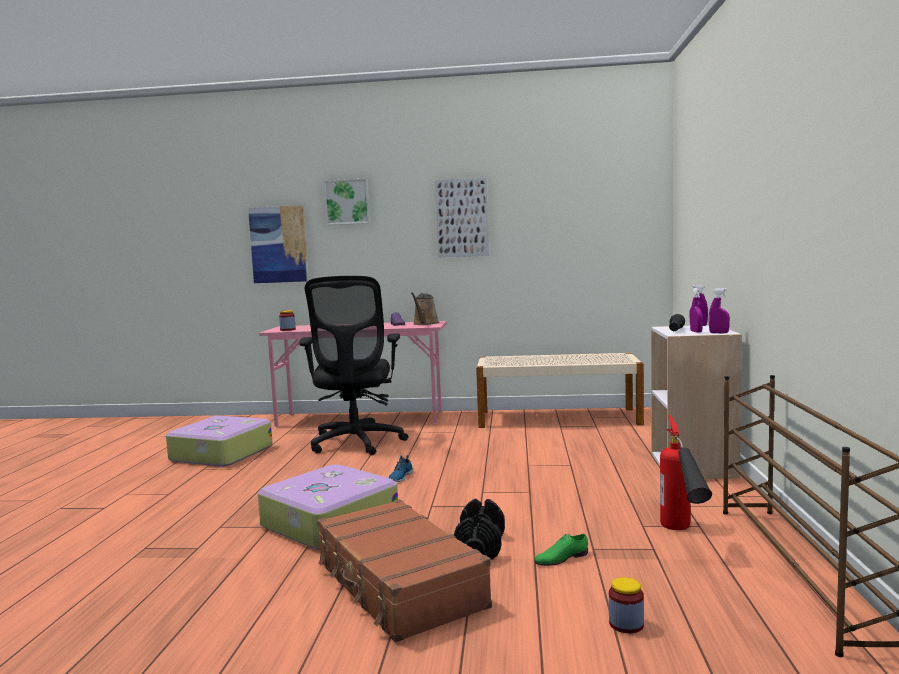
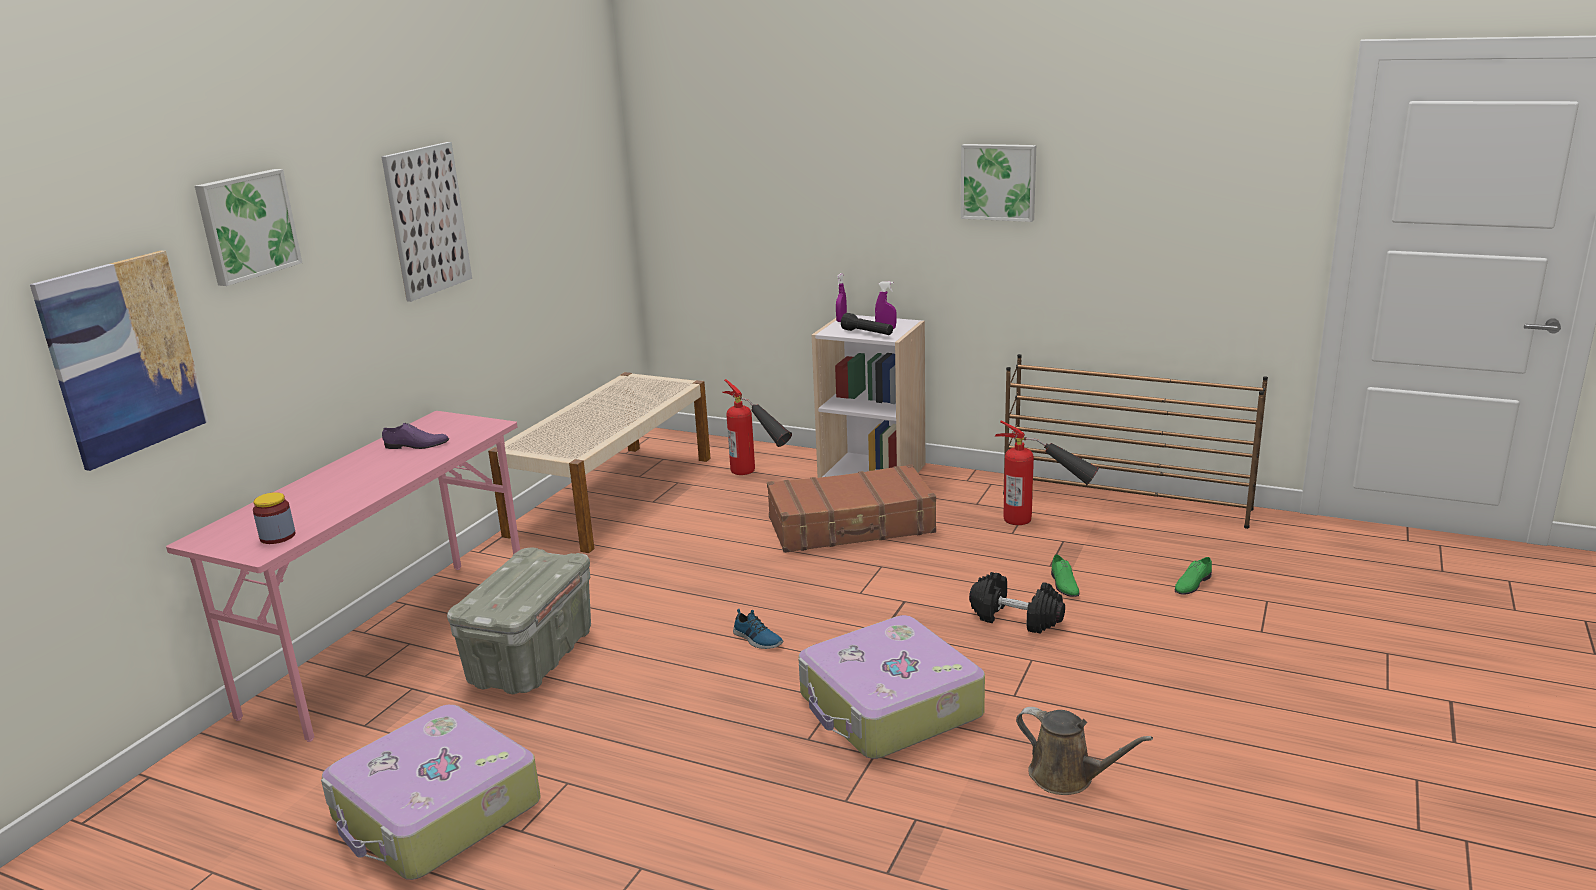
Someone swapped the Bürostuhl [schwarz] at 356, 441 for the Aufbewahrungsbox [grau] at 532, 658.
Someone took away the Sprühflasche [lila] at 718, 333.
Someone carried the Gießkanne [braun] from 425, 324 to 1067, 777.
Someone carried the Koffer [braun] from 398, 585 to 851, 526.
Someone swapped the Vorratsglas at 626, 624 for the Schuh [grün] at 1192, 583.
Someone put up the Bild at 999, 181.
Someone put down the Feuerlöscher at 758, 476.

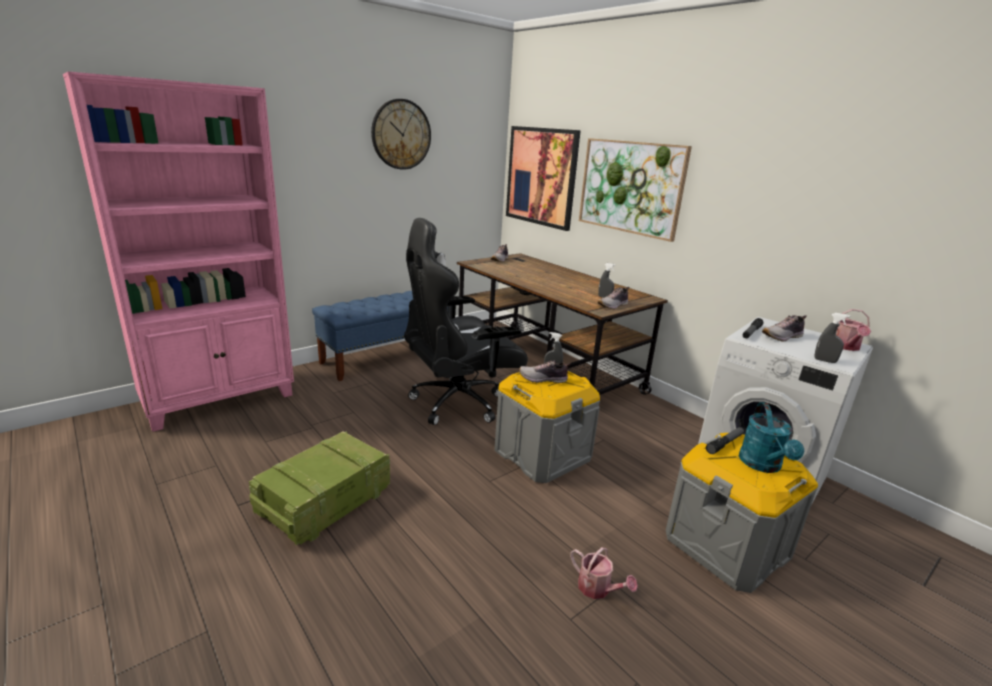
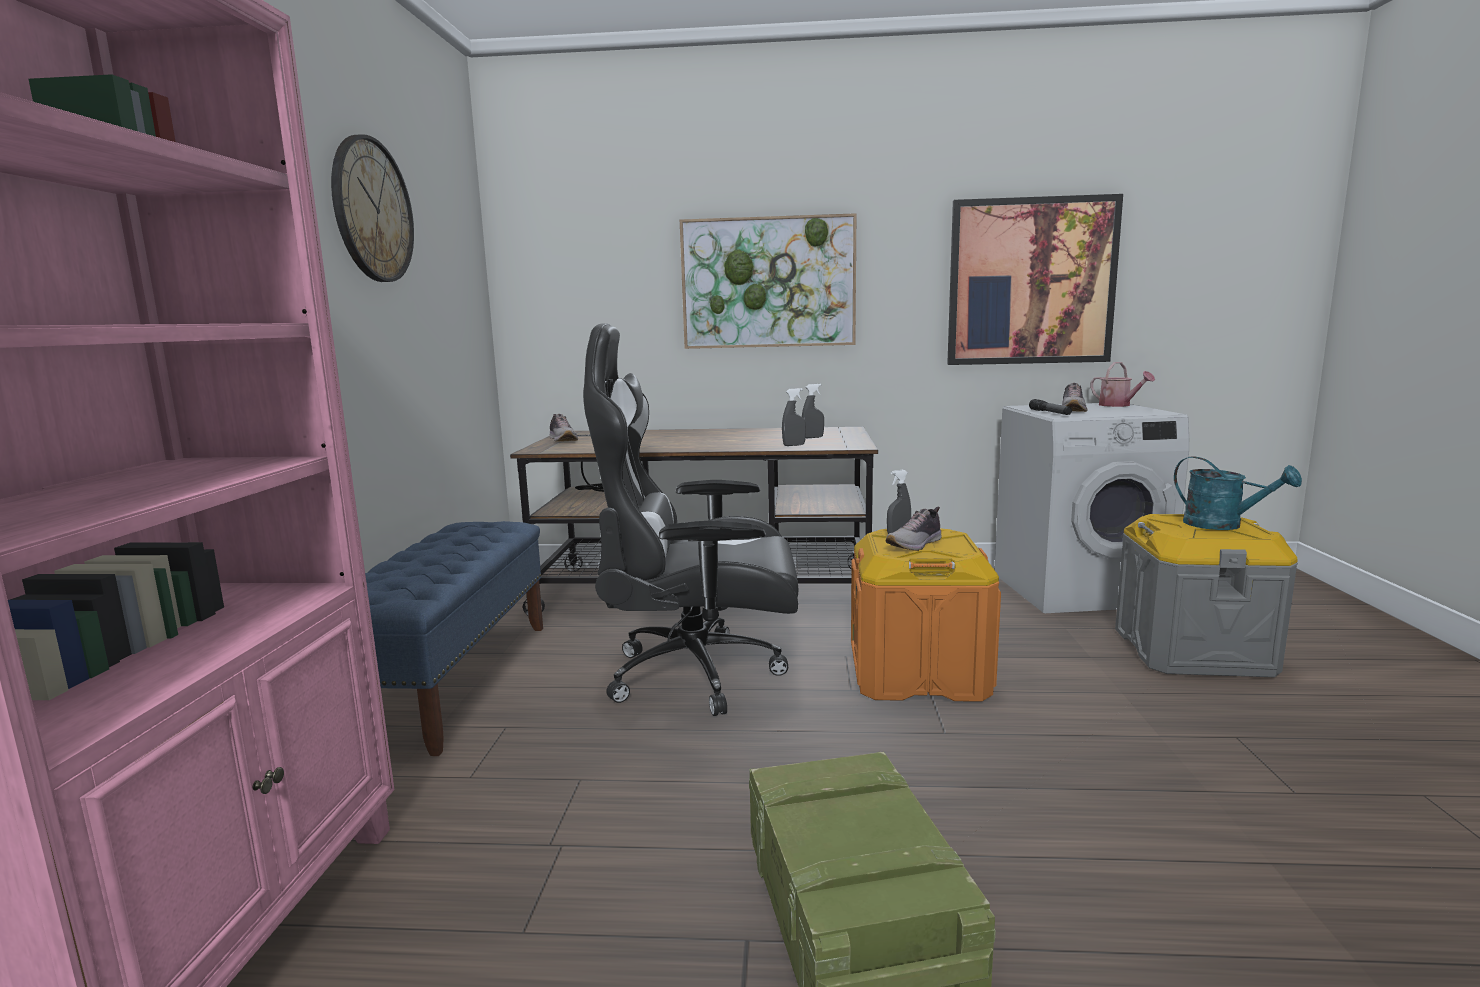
Someone carried the Bild from 541, 177 to 1031, 282.
Someone rotated the Bürostuhl [schwarz] at 462, 402 by 75 degrees clockwise.
Someone took away the Schuh at 613, 305.
Someone carried the Sprühflasche [grau] from 825, 361 to 794, 445.
Someone repainted the Aufbewahrungsbox [grau] at 542, 454, which became the Aufbewahrungsbox [orange] at 918, 673.
Someone took away the Taschenlampe at 725, 443.
Someone took away the Gießkanne at 598, 589.

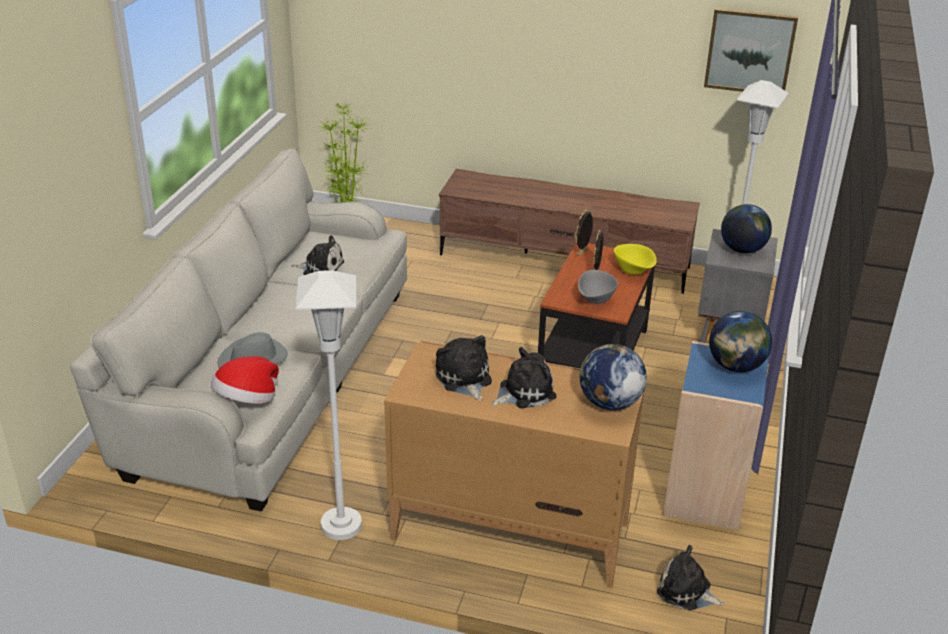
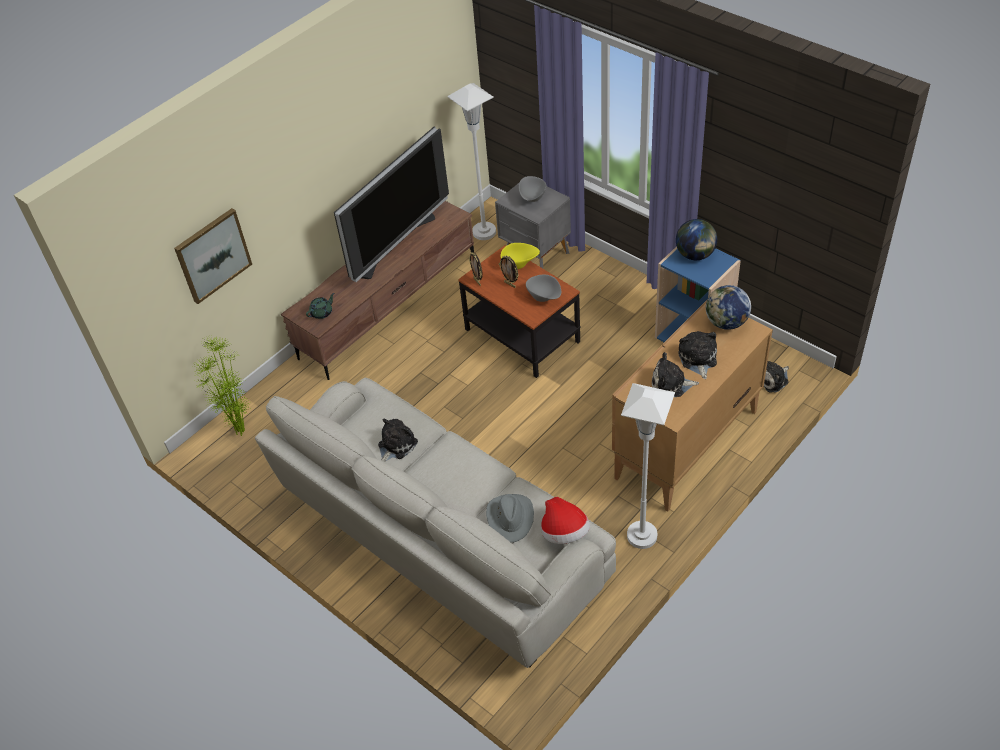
Someone carried the Bild from 750, 51 to 212, 255.
Someone swapped the Globus at 742, 250 for the Schüssel [grau] at 532, 199.
Someone put down the Fernseher at 396, 244.
Someone put down the Teekanne [grün] at 322, 312.

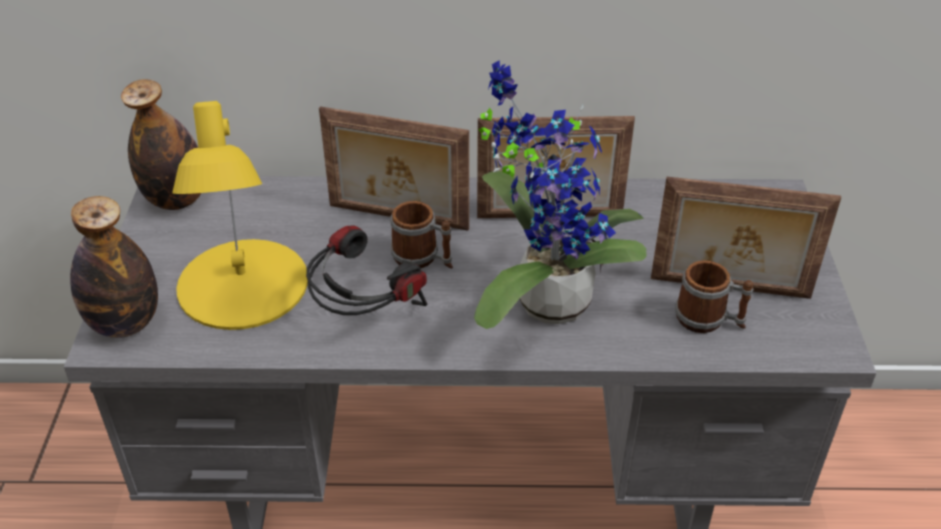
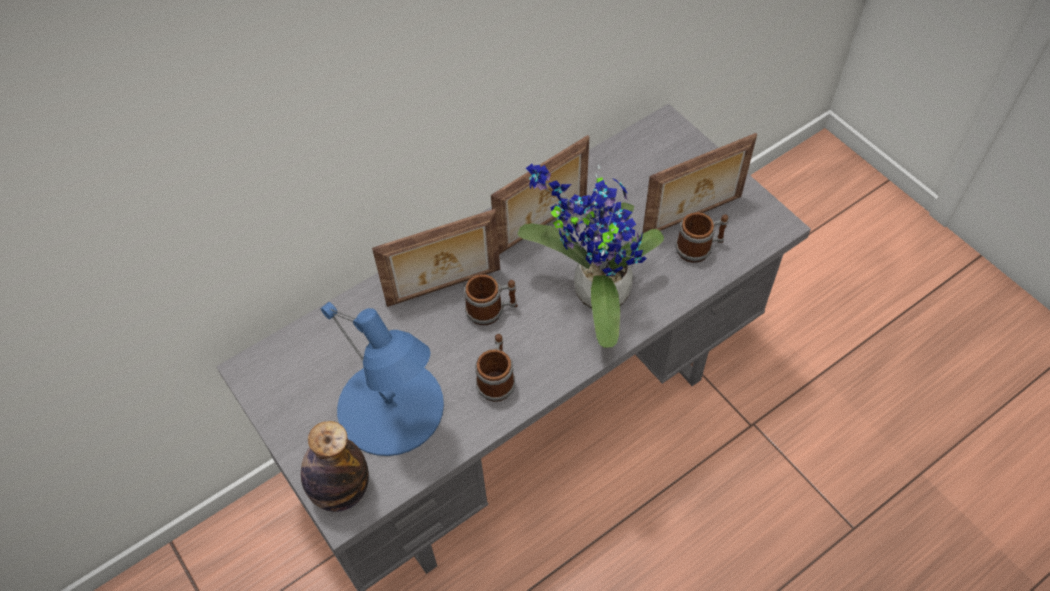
Someone took away the Flasche at 176, 199.
Someone repainted the Tischlampe [gelb] at 241, 285, which became the Tischlampe [blau] at 391, 408.
Someone swapped the Kopfhörer at 364, 317 for the Henkelbecher at 497, 379.

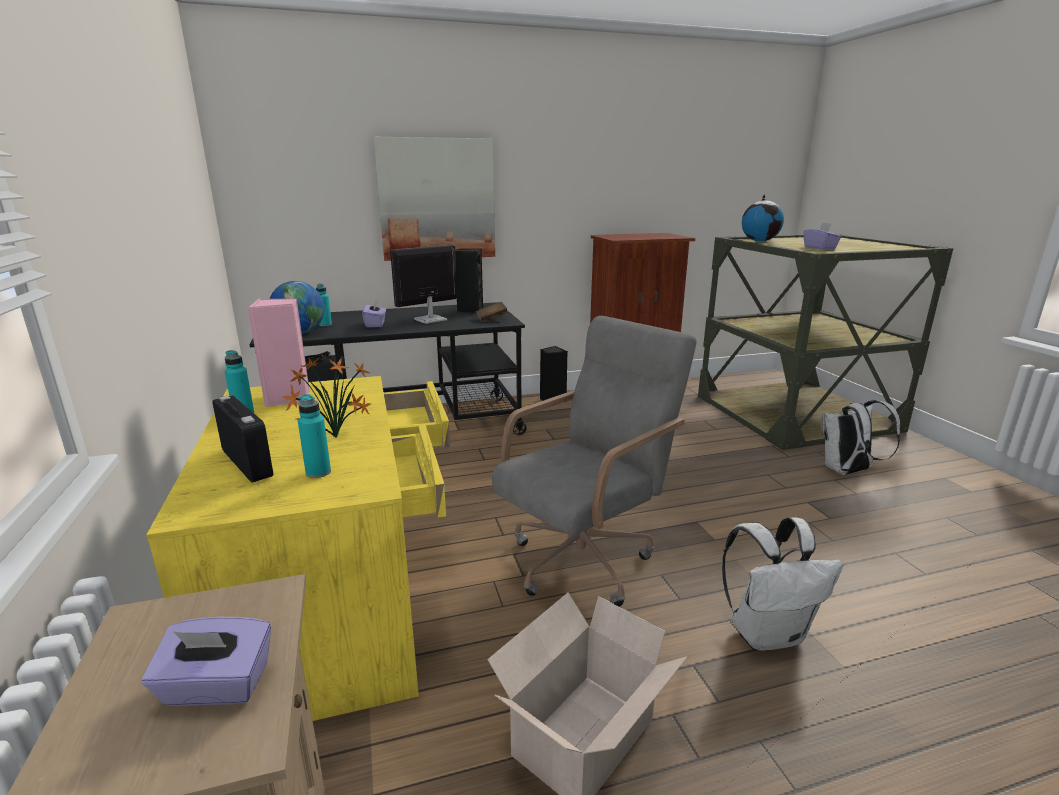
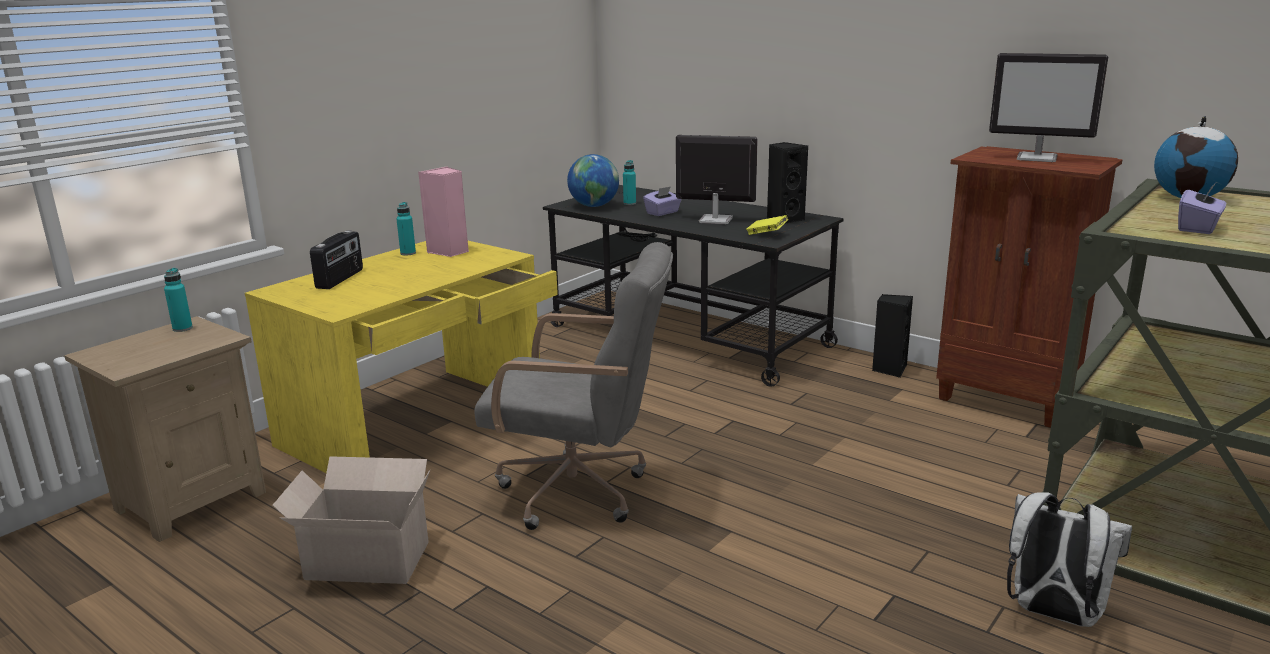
Someone took away the Bild at 437, 200.
Someone repainted the Buch [braun] at 491, 319, which became the Buch [gelb] at 766, 234.
Someone took away the Topfpflanze at 333, 438.
Someone carried the Flasche [türkis] from 318, 472 to 182, 328.
Someone took away the Rucksack [weiß] at 768, 633.
Someone took away the Taschentuchbox [lila] at 217, 687.
Someone put down the Monitor at 1038, 158.

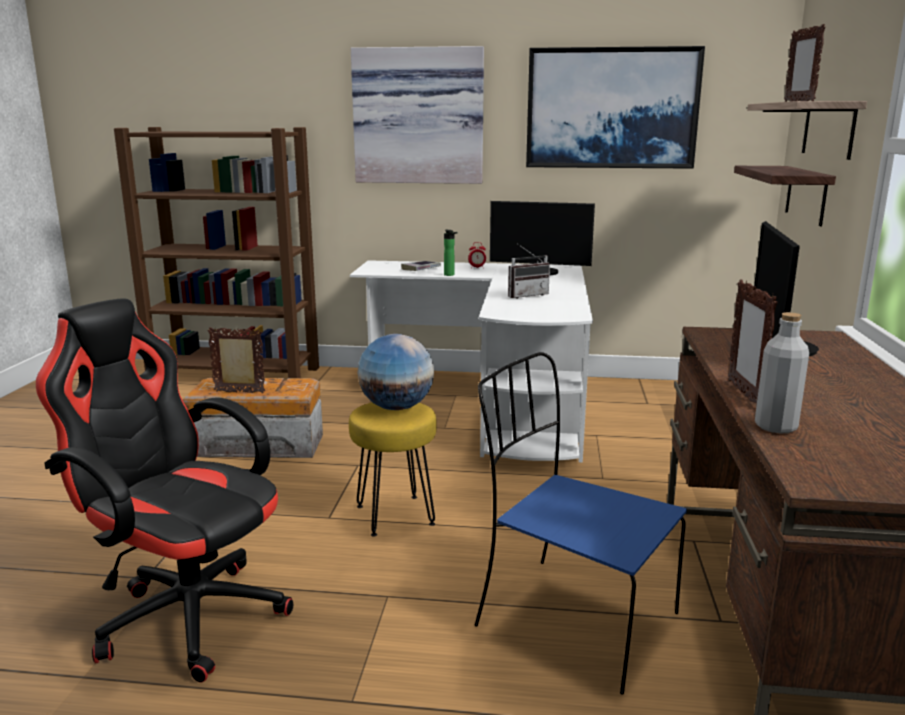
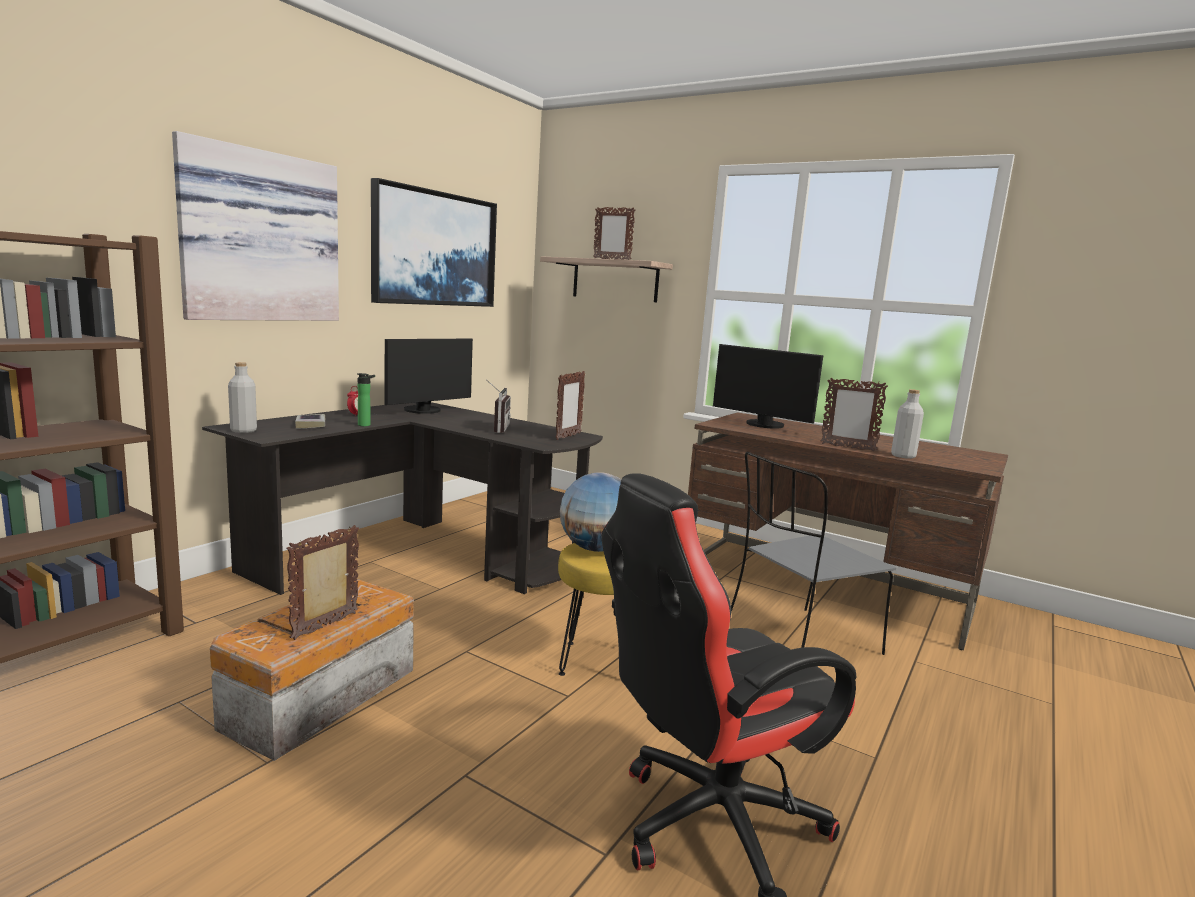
Someone took away the Wandregal at 806, 194.
Someone repainted the Schreibtisch [weiß] at 494, 403, which became the Schreibtisch [schwarz] at 420, 554.
Someone repainted the Stuhl [blau] at 572, 619, which became the Stuhl [grau] at 798, 642.
Someone put down the Flasche [grau] at 243, 430.
Someone put down the Bilderrahmen at 568, 436.

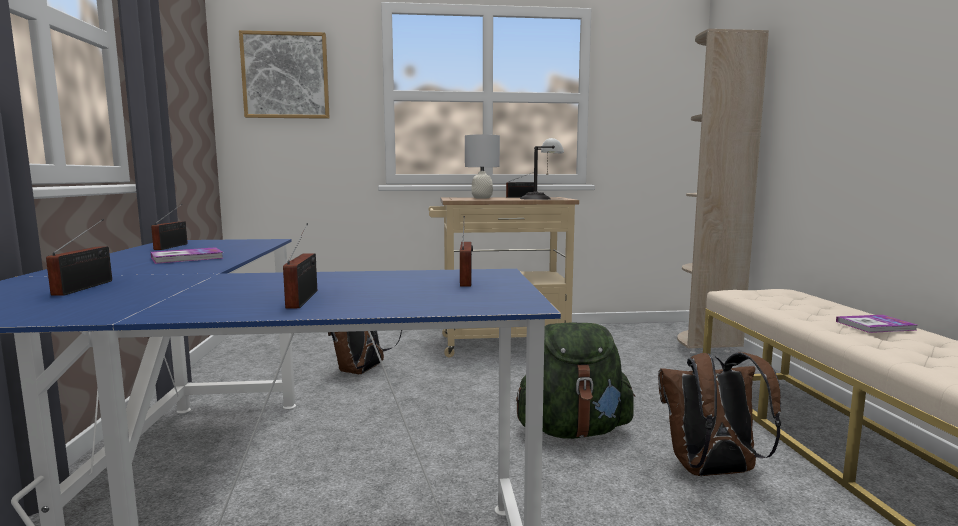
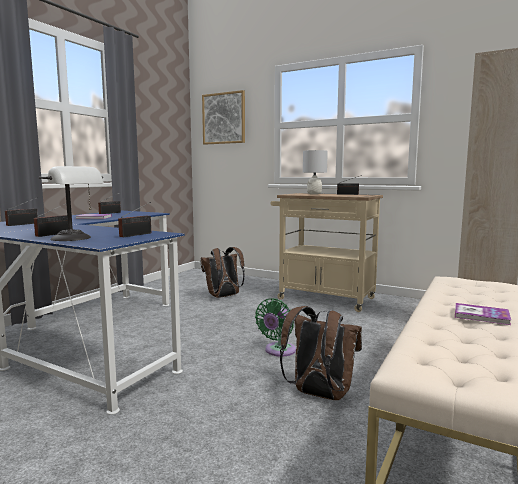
Someone carried the Tischlampe from 542, 198 to 76, 238.
Someone swapped the Rucksack [grün] at 573, 430 for the Ventilator [grün] at 278, 351.

